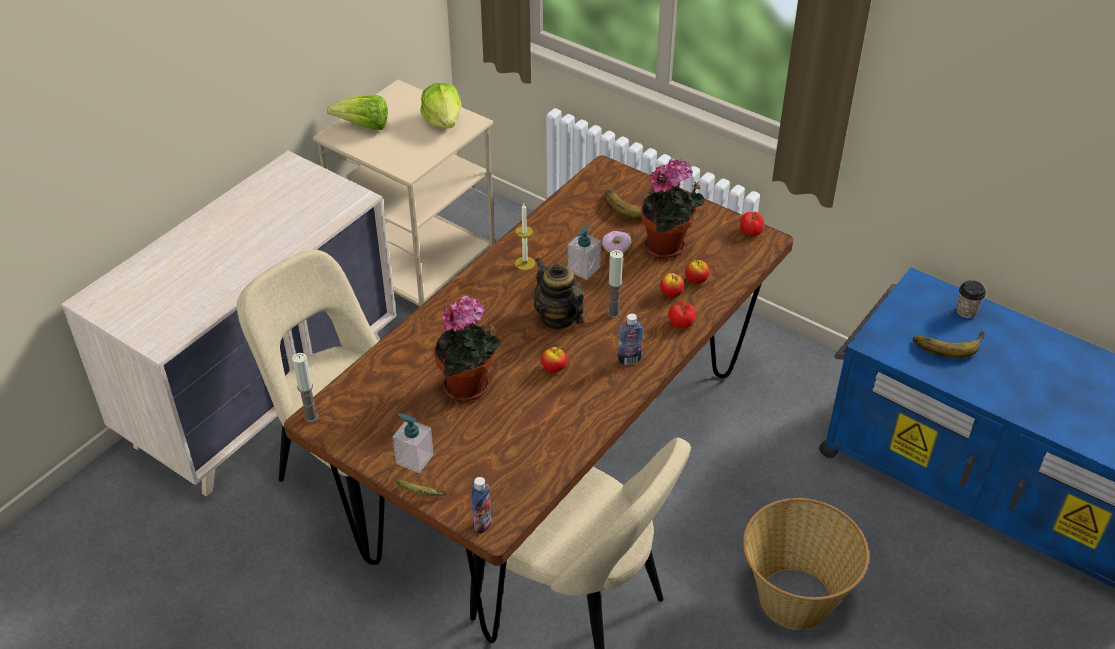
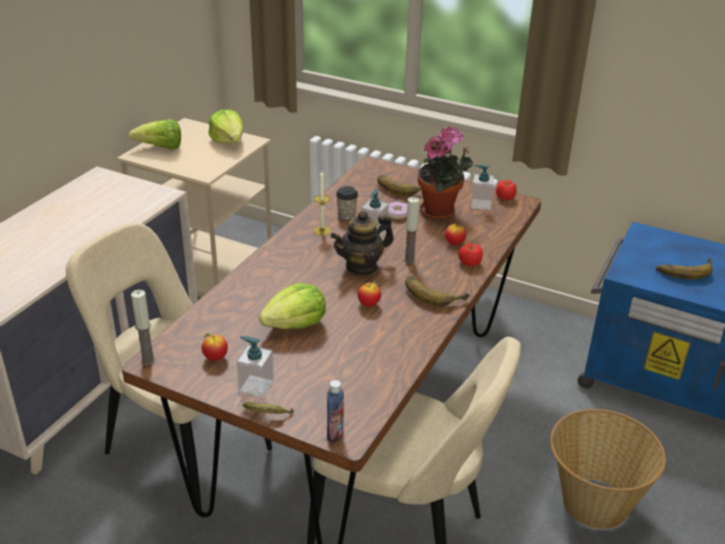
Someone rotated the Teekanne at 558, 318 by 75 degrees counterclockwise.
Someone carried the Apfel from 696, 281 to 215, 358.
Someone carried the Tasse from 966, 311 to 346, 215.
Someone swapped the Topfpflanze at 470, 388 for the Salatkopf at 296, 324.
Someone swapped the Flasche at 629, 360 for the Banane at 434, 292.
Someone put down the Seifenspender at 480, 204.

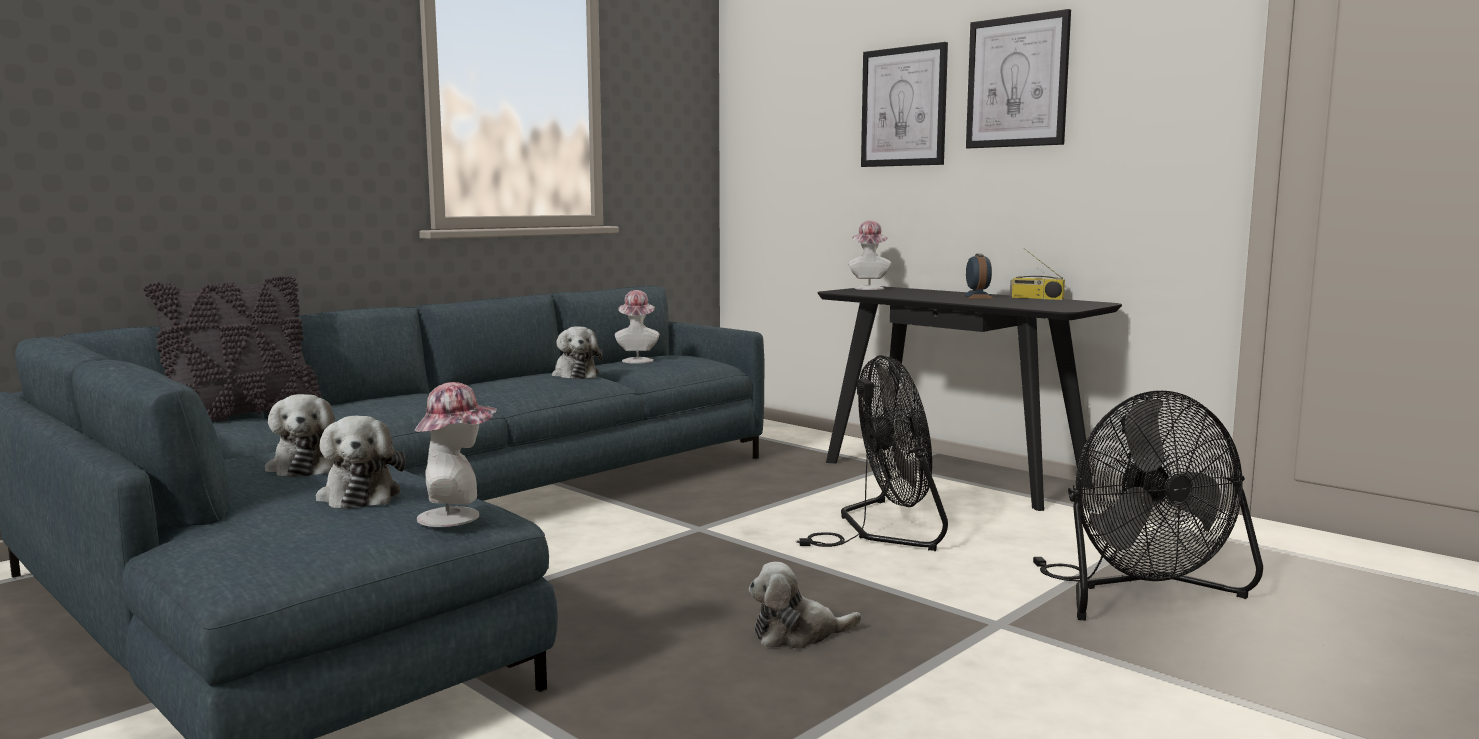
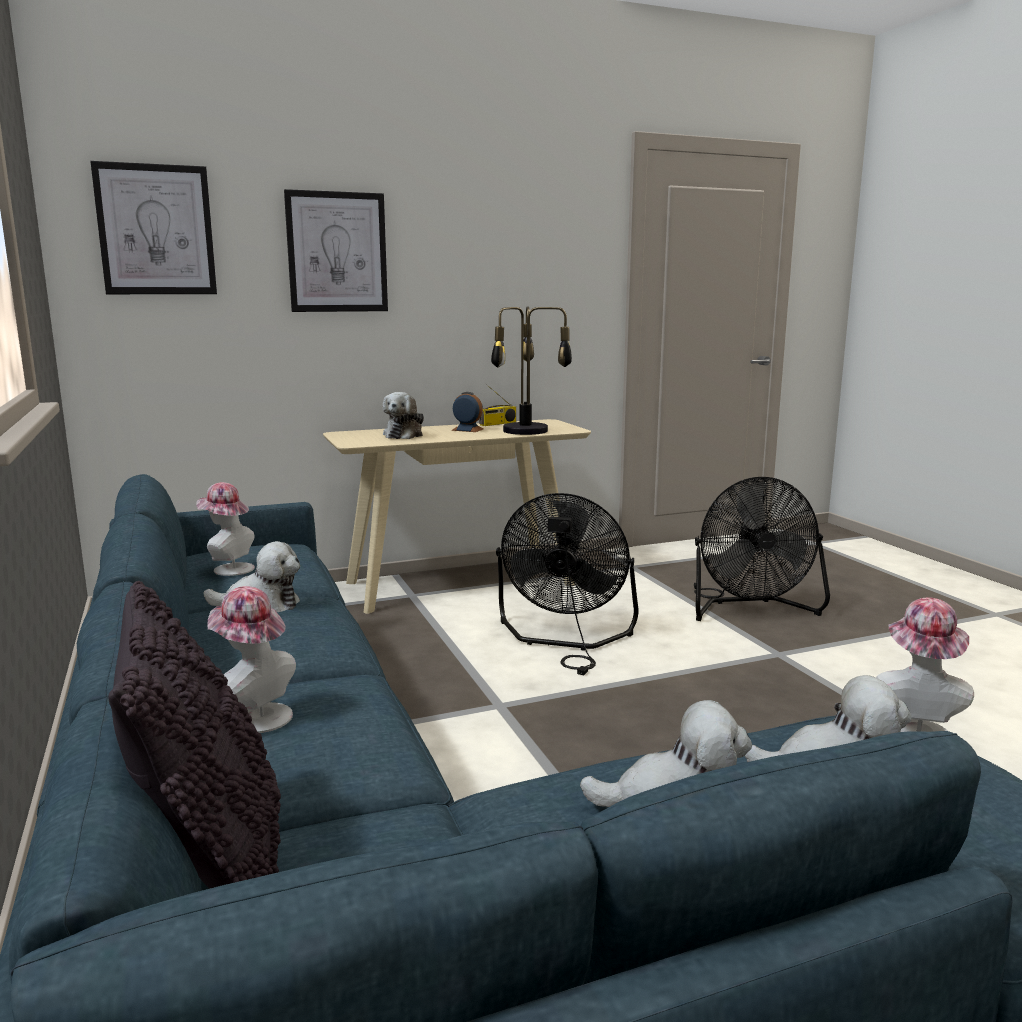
Someone carried the Bild from 1017, 82 to 156, 230.
Someone carried the Hut from 868, 288 to 255, 716.
Someone repainted the Konsolentisch [schwarz] at 954, 473, which became the Konsolentisch [beige] at 460, 583.
Someone rotated the Ventilator [schwarz] at 1132, 594 by 75 degrees clockwise.
Someone carried the Plüschtier from 797, 634 to 404, 435.
Someone put down the Tischlampe at 526, 431.

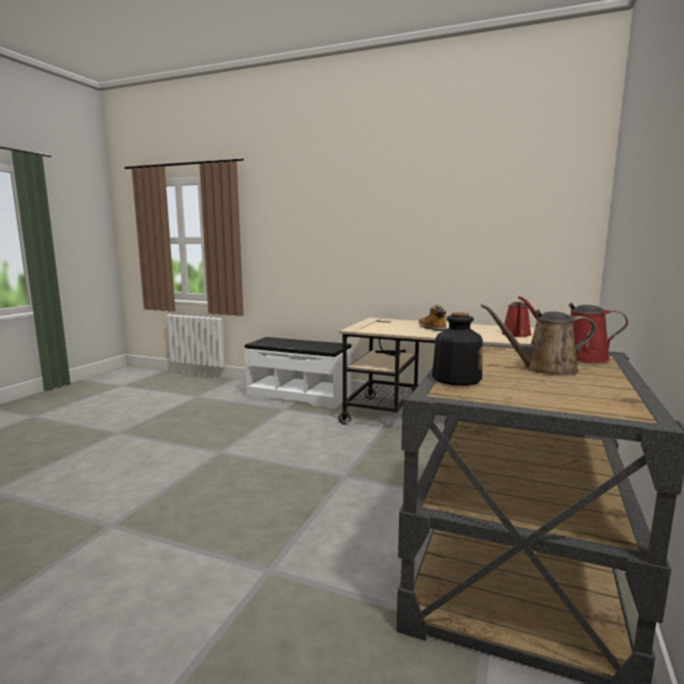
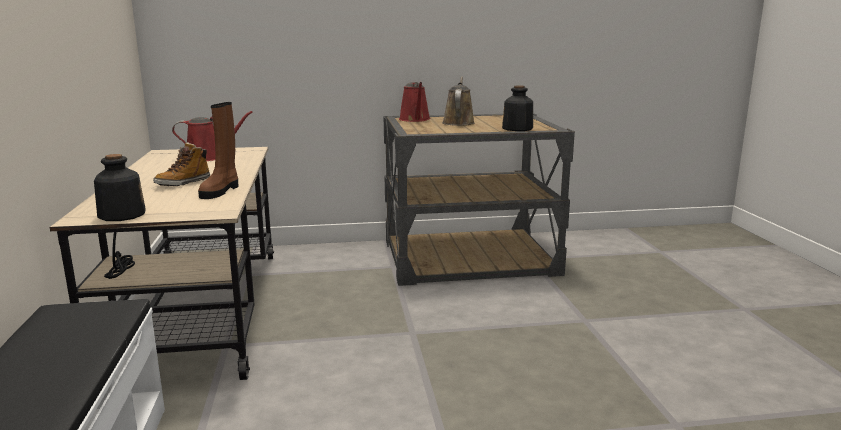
Someone rotated the Gießkanne [braun] at 544, 369 by 150 degrees counterclockwise.
Someone put down the Stiefel [braun] at 220, 191.
Someone put down the Flasche at 121, 215.

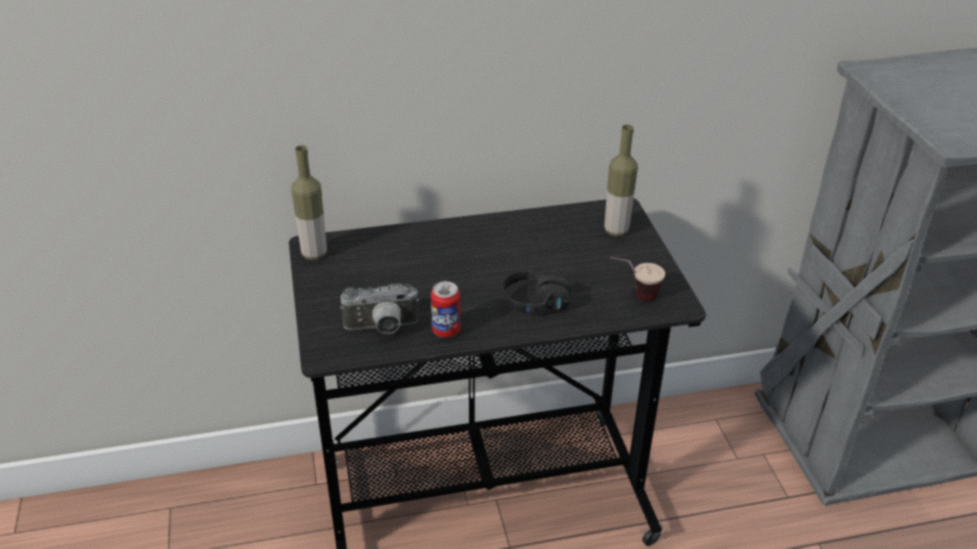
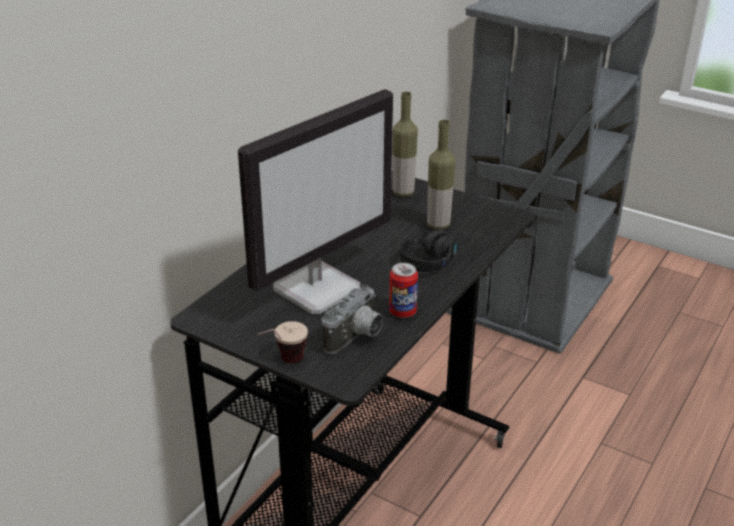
Someone carried the Flasche from 314, 254 to 438, 225.
Someone carried the Tasse from 633, 296 to 283, 364.
Someone put down the Monitor at 318, 288.

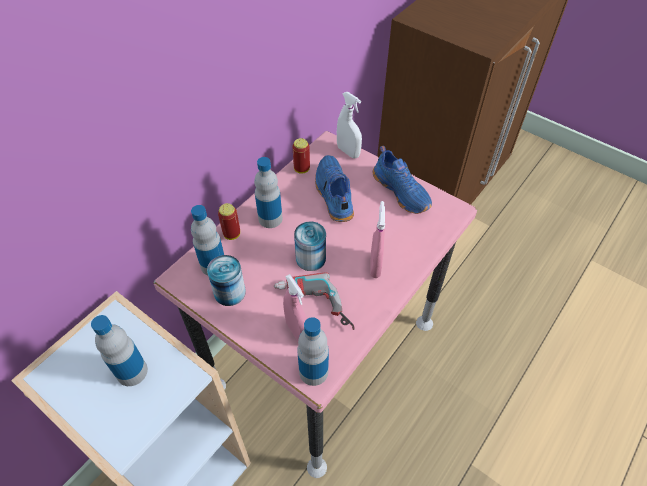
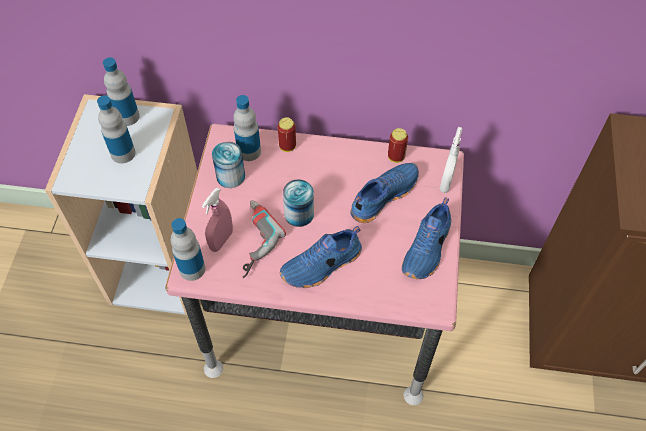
Someone carried the Flasche from 270, 218 to 127, 116.
Someone swapped the Sprühflasche [rosa] at 375, 266 for the Schuh [blau] at 322, 266.

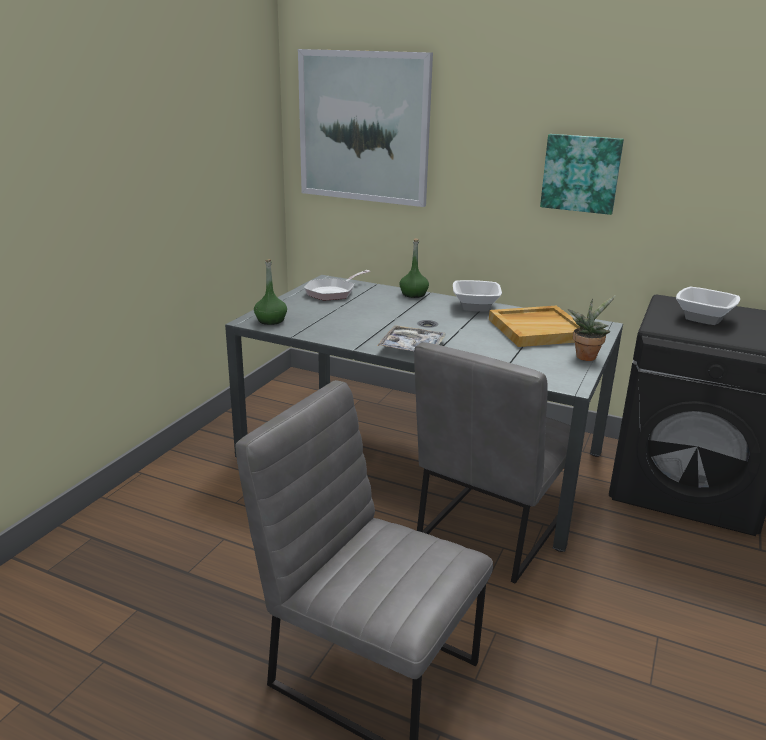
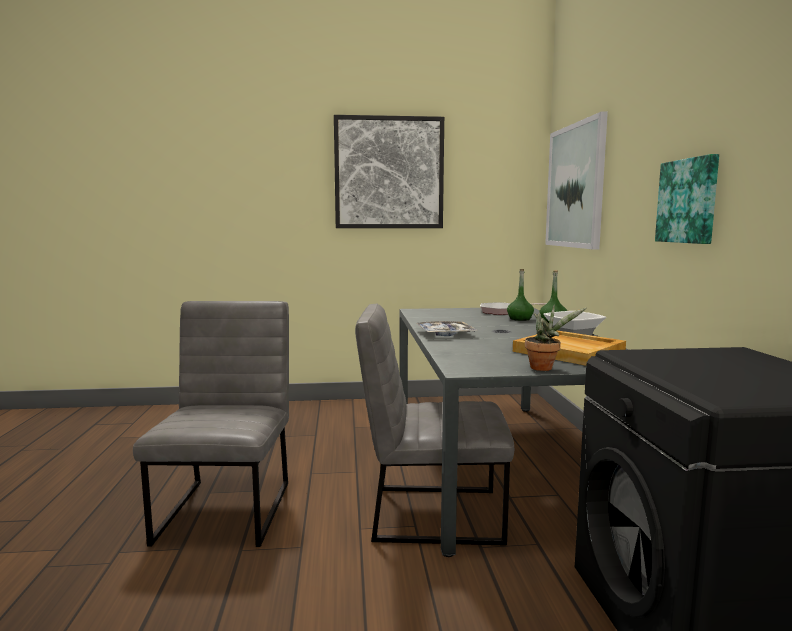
Someone carried the Flasche [grün] from 270, 320 to 519, 319.
Someone took away the Schüssel at 703, 318.
Someone put up the Bild at 389, 173.

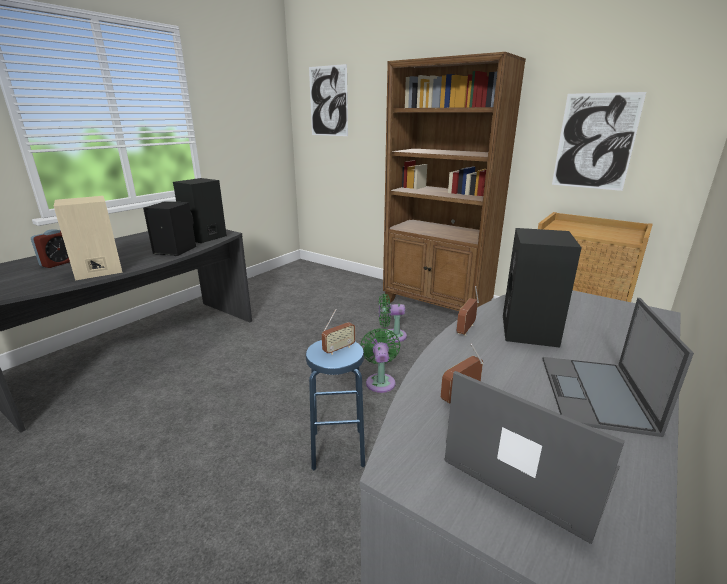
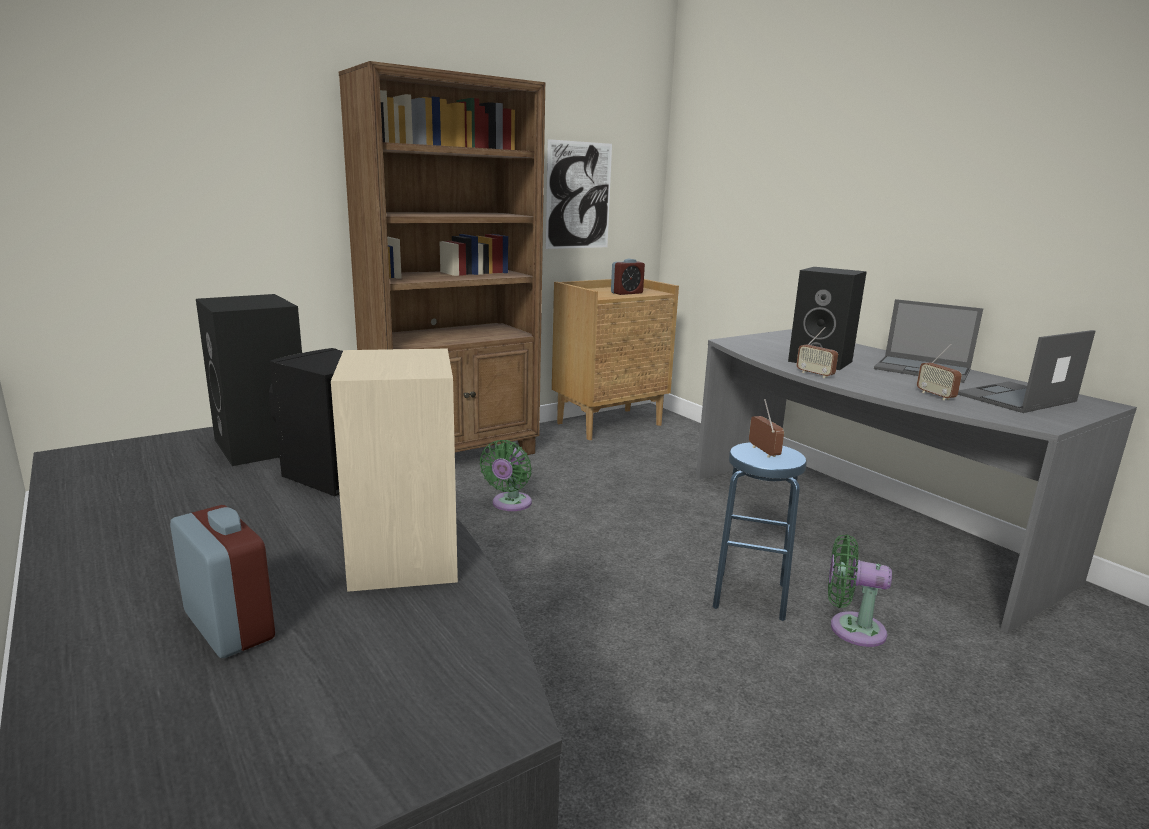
Someone took away the Bild at 328, 101.
Someone carried the Ventilator [grün] from 380, 381 to 851, 628.
Someone put down the Wecker at 626, 293.

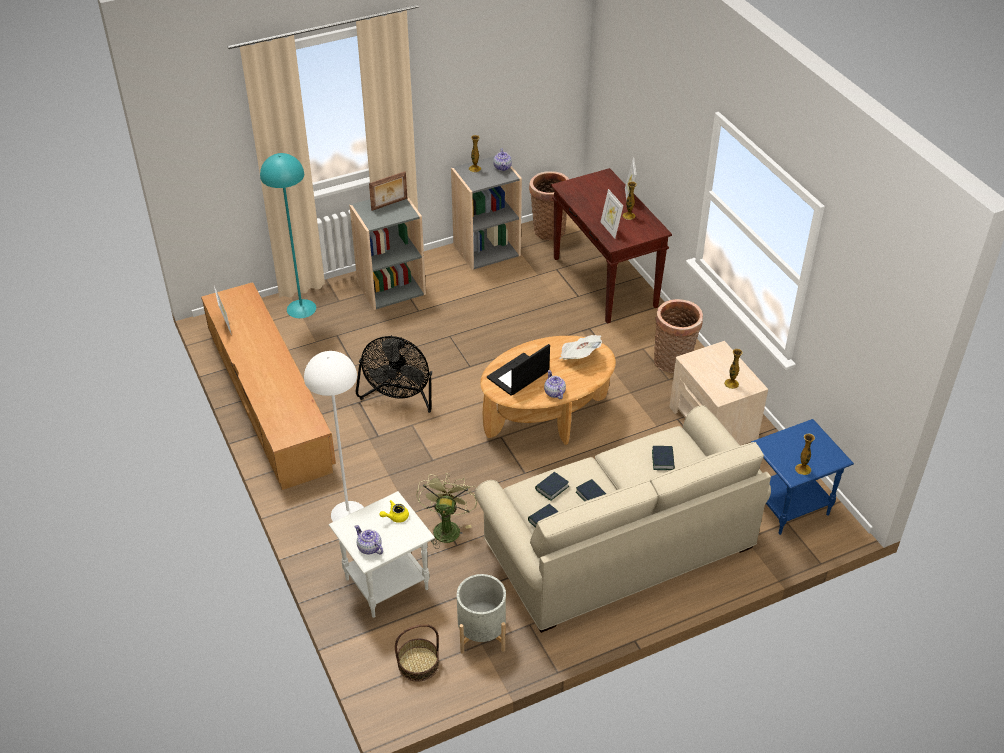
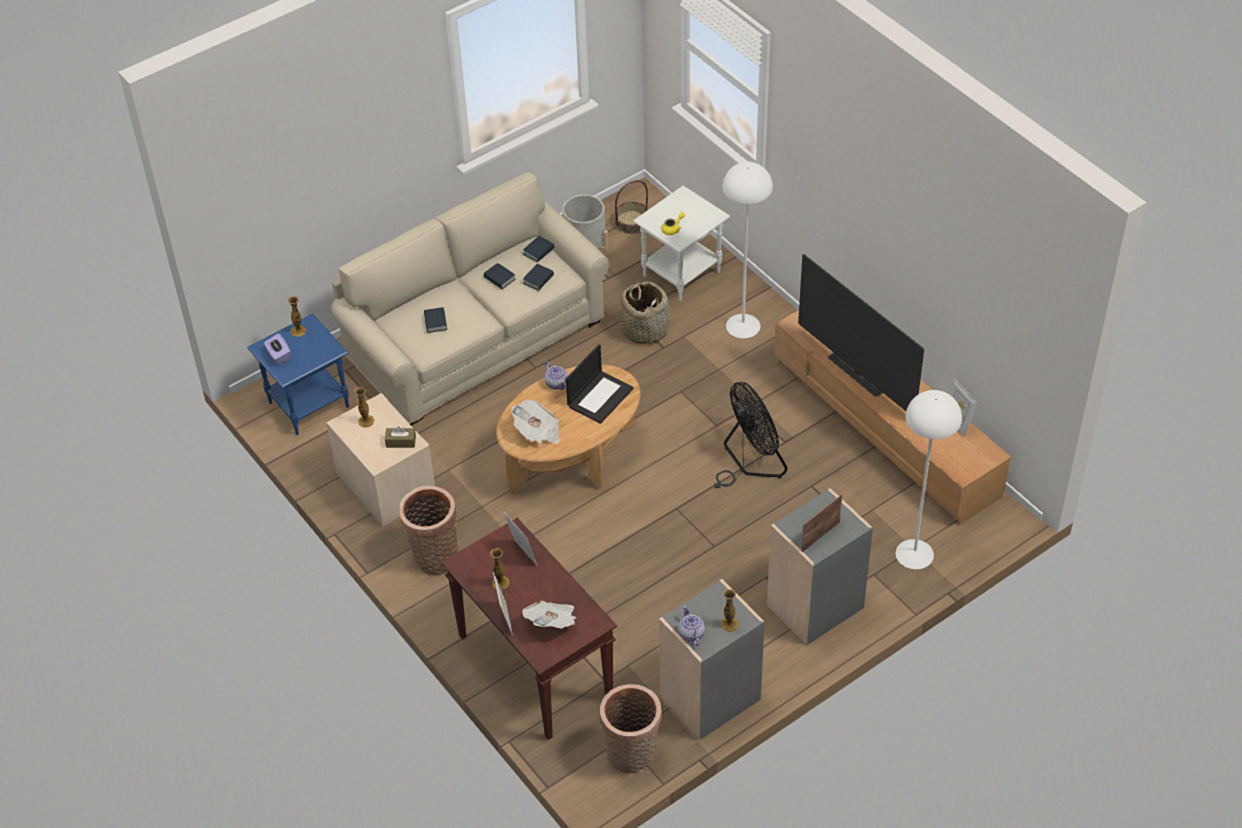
Someone repainted the Stehlampe [türkis] at 301, 308, which became the Stehlampe [weiß] at 914, 554.
Someone rotated the Ventilator [schwarz] at 397, 394 by 60 degrees clockwise.
Someone swapped the Ventilator [grün] at 446, 527 for the Korb at 644, 329.
Someone took away the Teekanne at 369, 548.
Someone put down the Fernseher at 856, 374.
Someone put down the Taschentuchbox [lila] at 278, 355.
Someone put down the Taschentuchbox [braun] at 401, 442.
Someone put down the Zeitung at 552, 622.

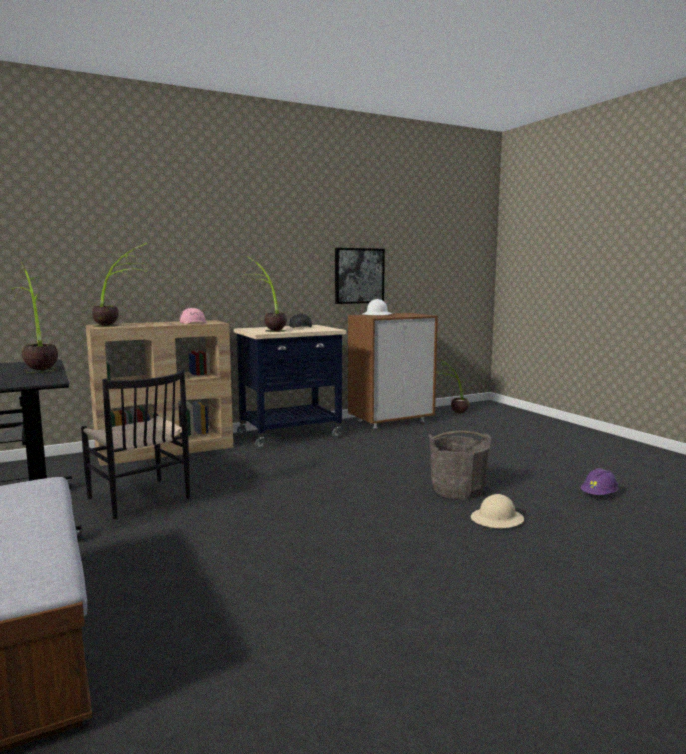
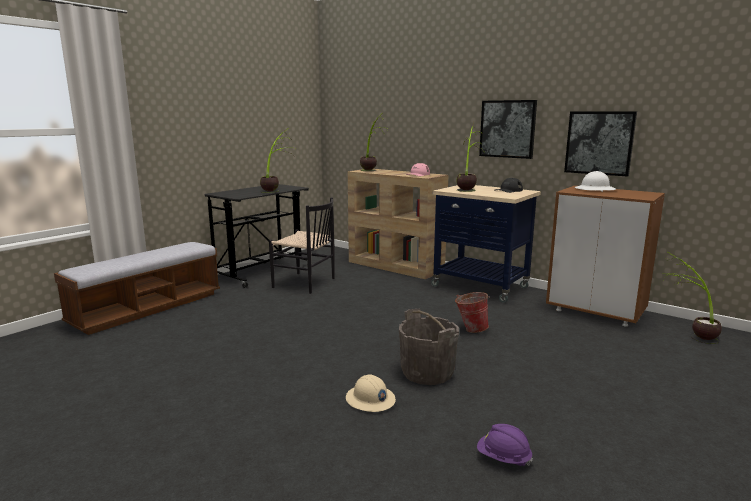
Someone rotated the Stuhl [schwarz] at 140, 500 by 90 degrees counterclockwise.
Someone put up the Bild at 507, 129.
Someone put down the Eimer at 470, 329.

